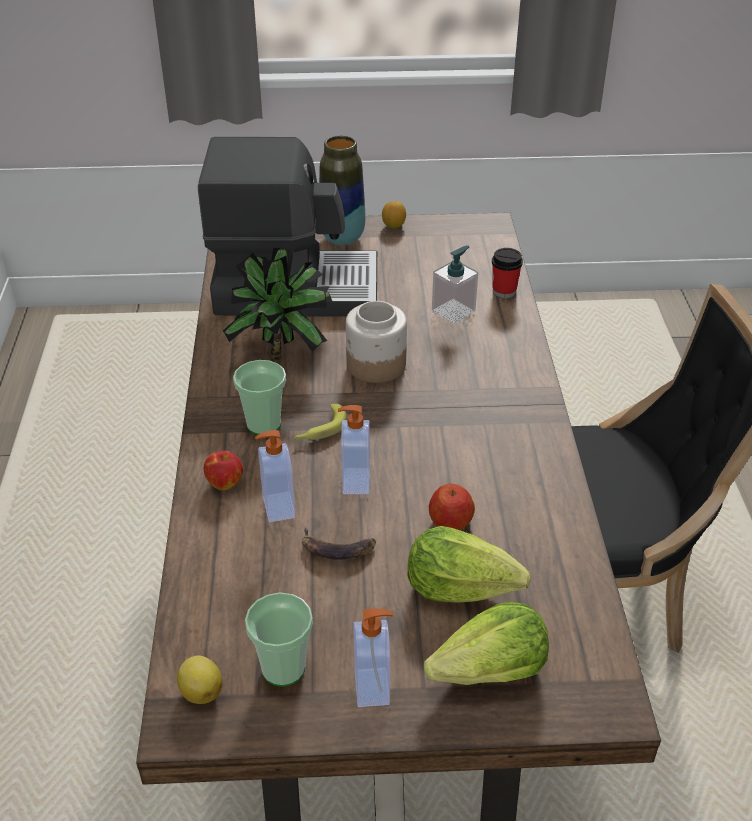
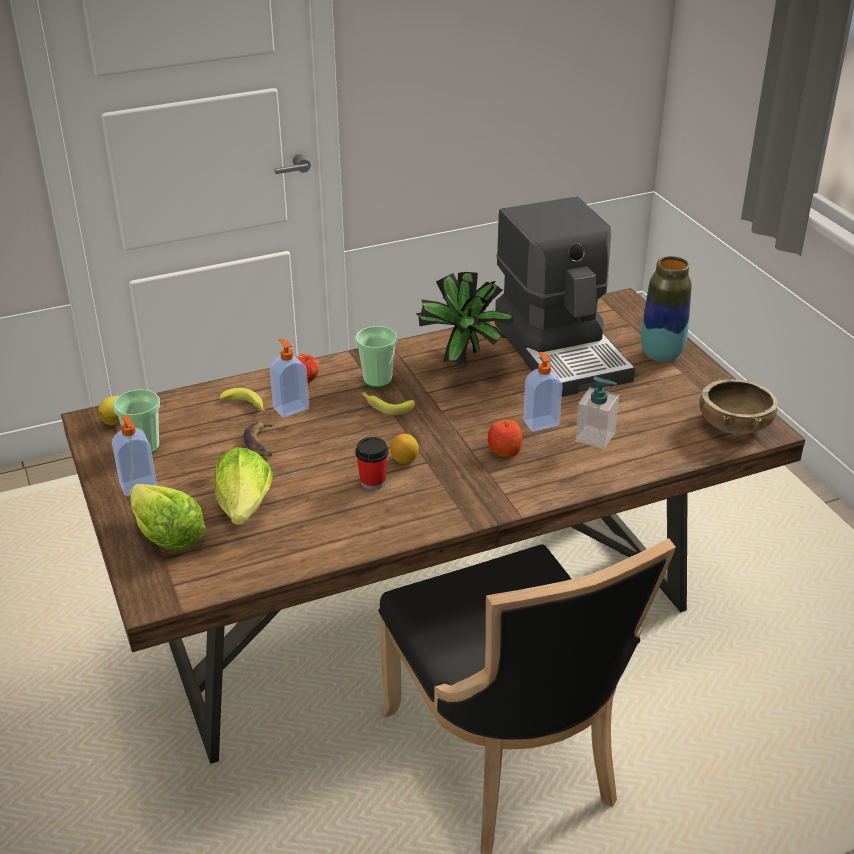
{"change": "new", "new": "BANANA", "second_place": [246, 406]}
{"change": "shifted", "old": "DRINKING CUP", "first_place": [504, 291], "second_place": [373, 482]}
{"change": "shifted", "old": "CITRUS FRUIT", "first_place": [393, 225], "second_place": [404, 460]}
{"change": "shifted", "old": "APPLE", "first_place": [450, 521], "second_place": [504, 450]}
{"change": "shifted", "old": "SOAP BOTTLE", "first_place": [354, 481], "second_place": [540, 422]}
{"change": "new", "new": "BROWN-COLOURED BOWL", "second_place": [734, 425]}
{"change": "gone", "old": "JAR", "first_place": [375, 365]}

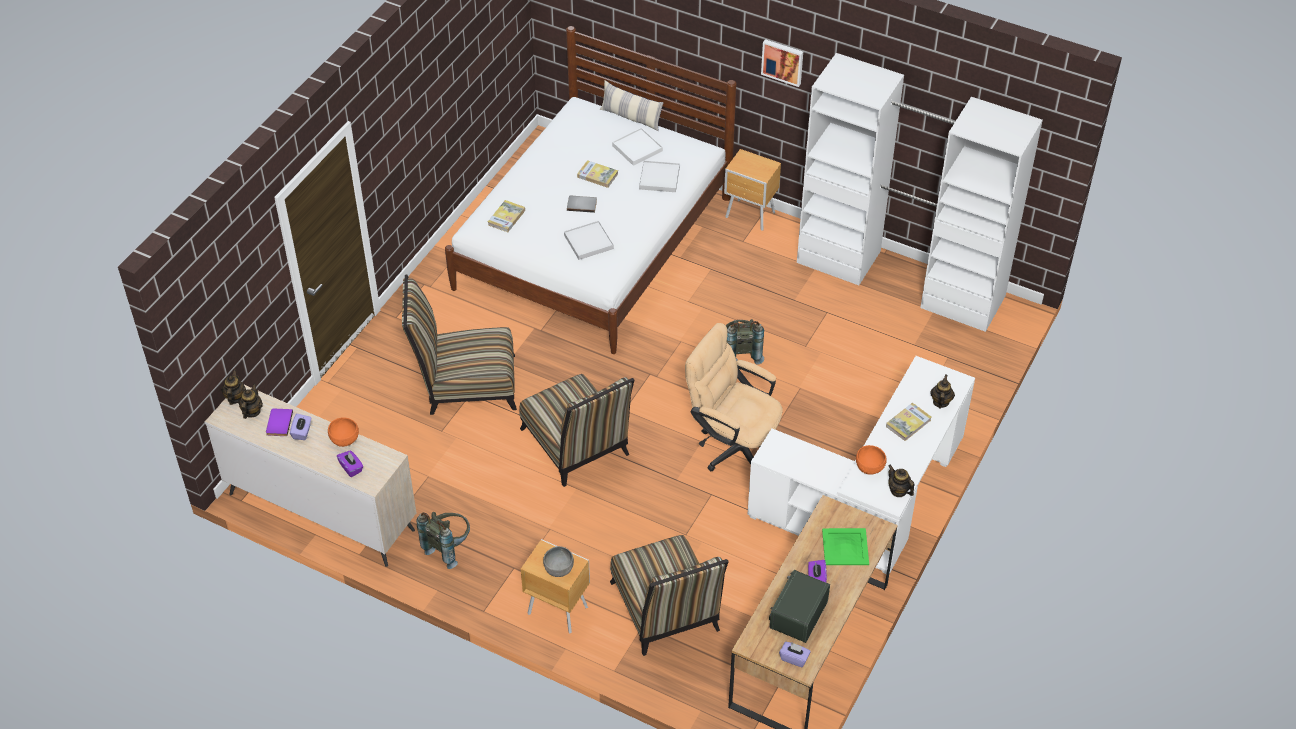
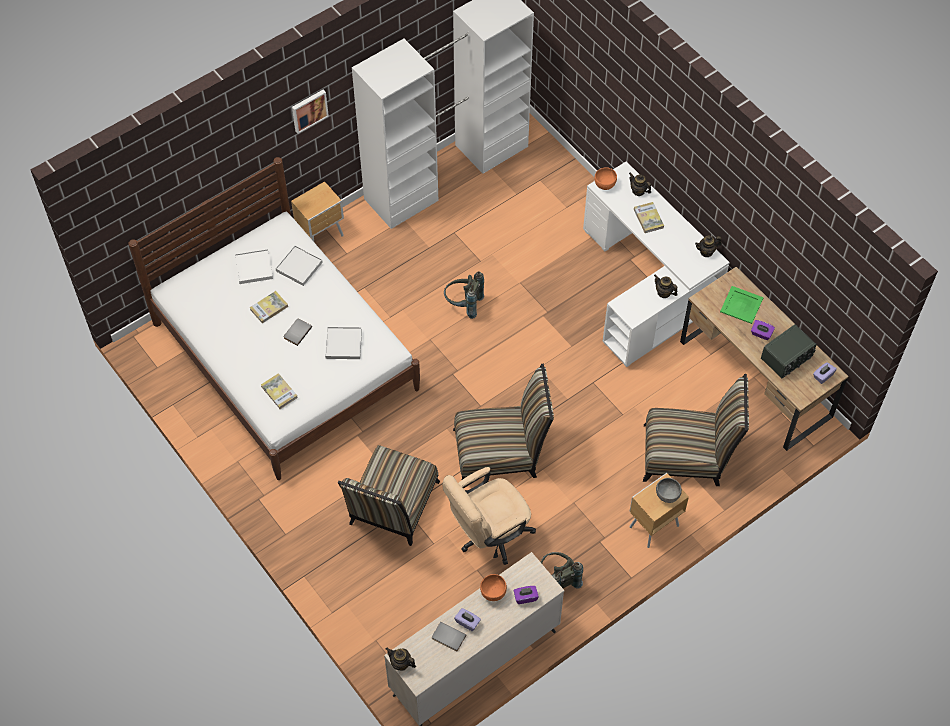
{"change": "repainted", "old": "PURPLISH BOOK", "new": "GREY BOOK", "first_place": [278, 423], "second_place": [448, 638]}
{"change": "shifted", "old": "BEIGE-COLOURED OFFICE CHAIR", "first_place": [733, 445], "second_place": [488, 535]}
{"change": "shifted", "old": "ORANGE-COLOURED BOWL", "first_place": [869, 468], "second_place": [604, 185]}
{"change": "shifted", "old": "POT FOR TEA", "first_place": [252, 411], "second_place": [664, 293]}
{"change": "rotated", "old": "RADIO RECEIVER", "first_place": [797, 614], "second_place": [787, 358], "degrees": -90}
{"change": "gone", "old": "THROW PILLOW", "first_place": [631, 117]}

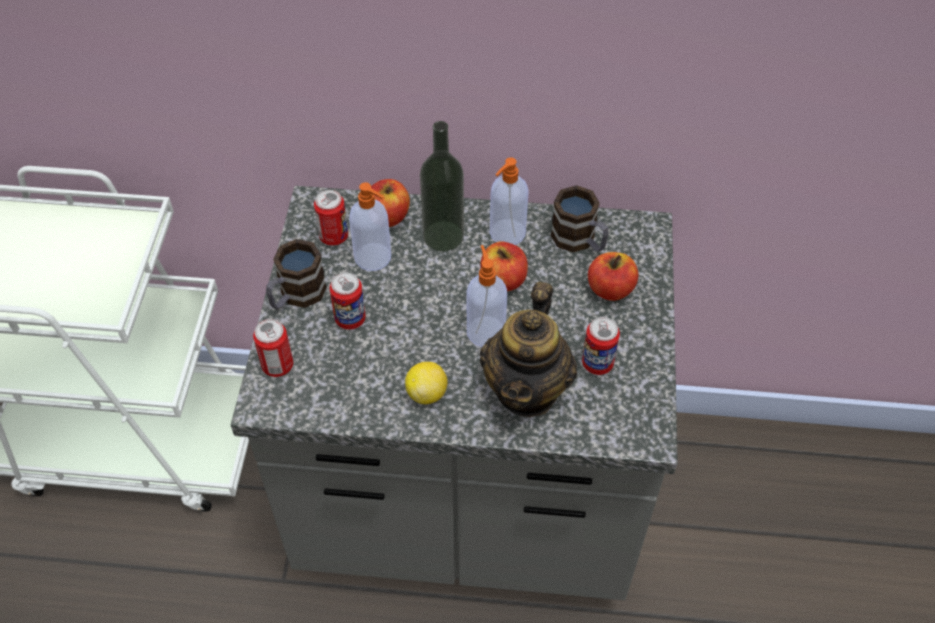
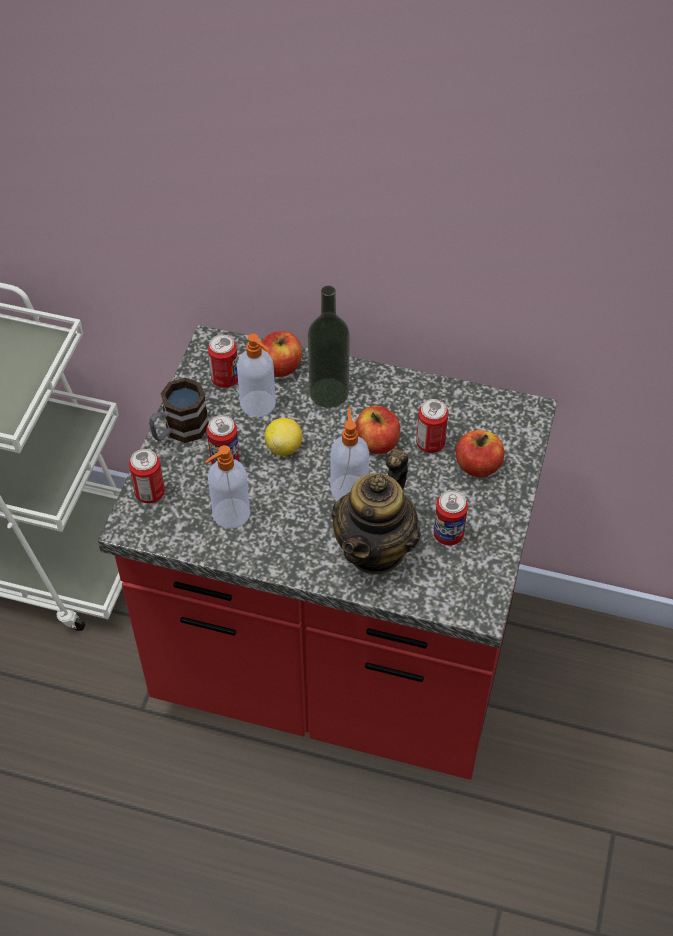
{"change": "repainted", "old": "GREY KITCHEN COUNTER", "new": "RED KITCHEN COUNTER", "first_place": [467, 504], "second_place": [336, 664]}
{"change": "shifted", "old": "SOAP BOTTLE", "first_place": [506, 233], "second_place": [230, 514]}
{"change": "shifted", "old": "CITRUS FRUIT", "first_place": [427, 393], "second_place": [284, 447]}
{"change": "new", "new": "METAL CAN", "second_place": [430, 443]}
{"change": "gone", "old": "COFFEE MUG", "first_place": [579, 241]}

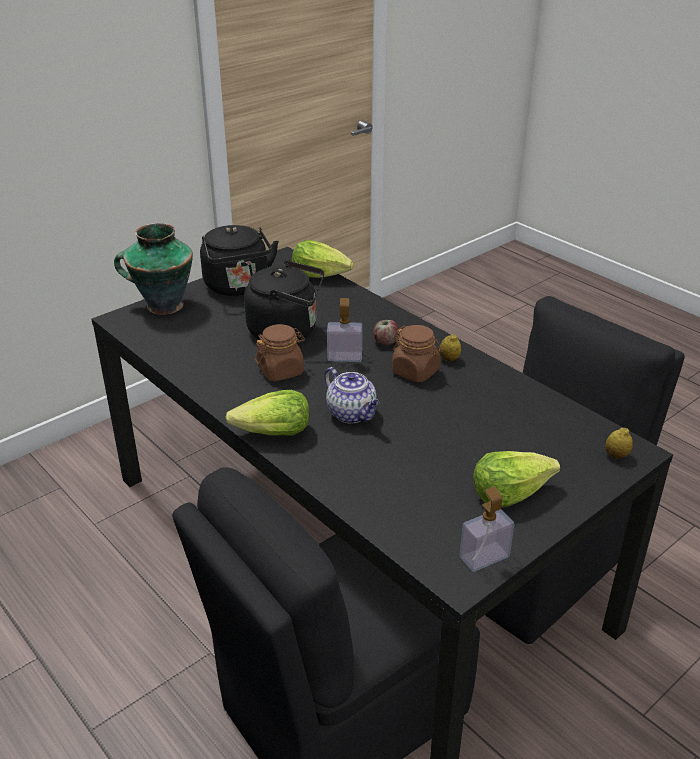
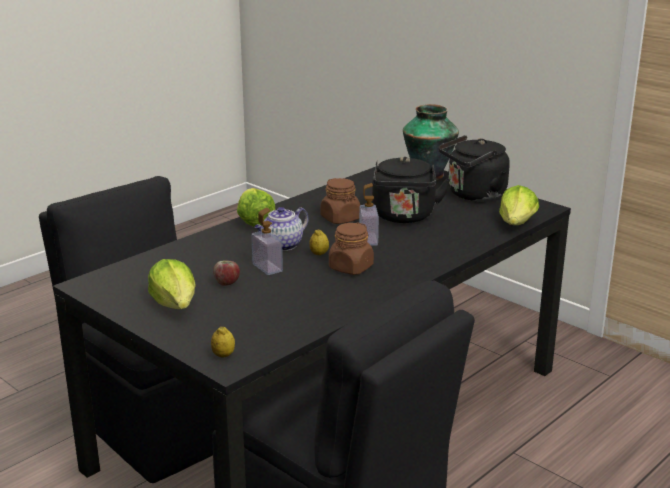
{"change": "shifted", "old": "APPLE", "first_place": [385, 342], "second_place": [227, 283]}
{"change": "shifted", "old": "SOAP BOTTLE", "first_place": [484, 557], "second_place": [267, 267]}
{"change": "shifted", "old": "CITRUS FRUIT", "first_place": [449, 359], "second_place": [319, 254]}

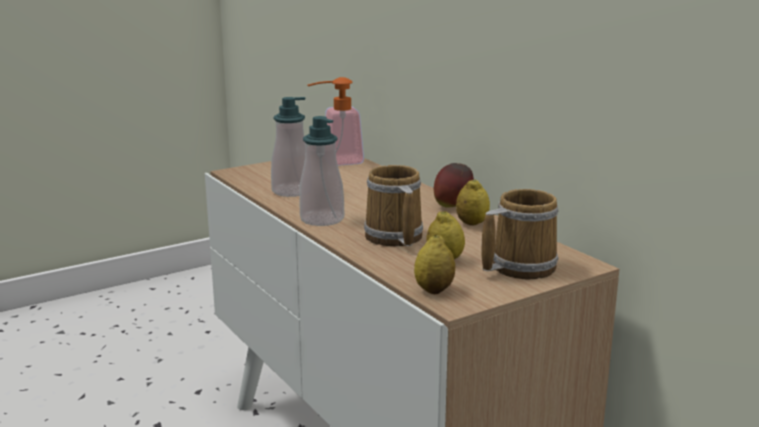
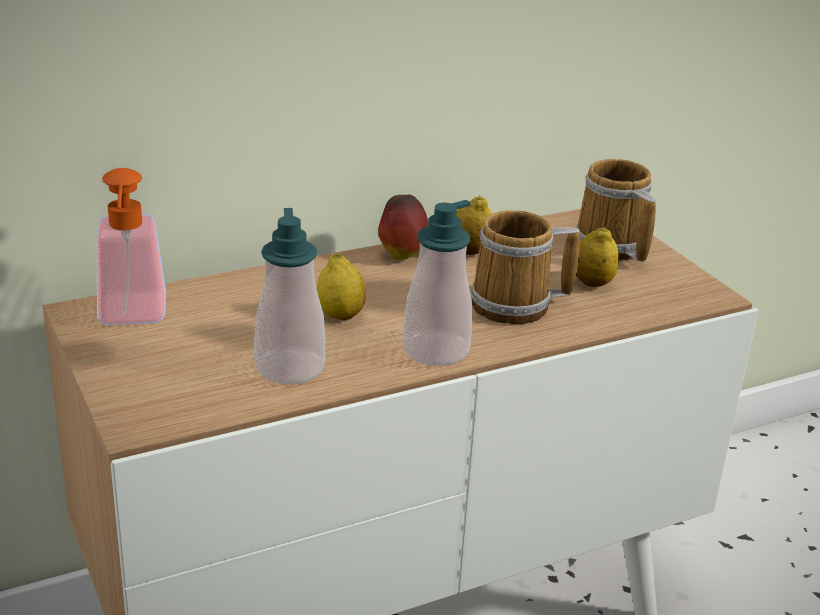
{"change": "shifted", "old": "CITRUS FRUIT", "first_place": [434, 290], "second_place": [340, 316]}

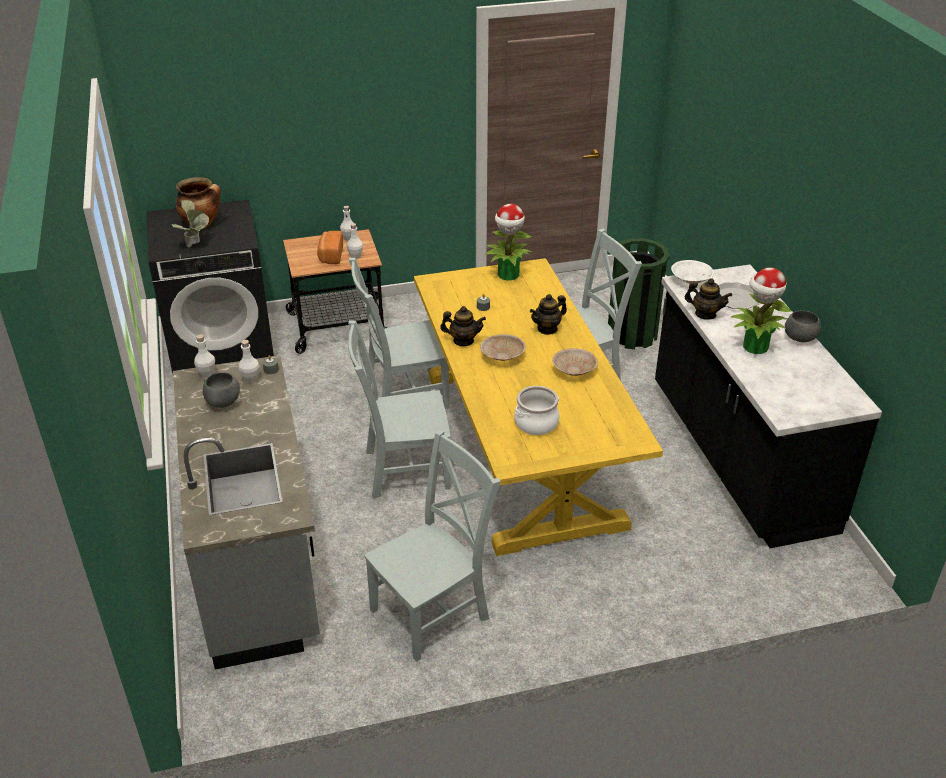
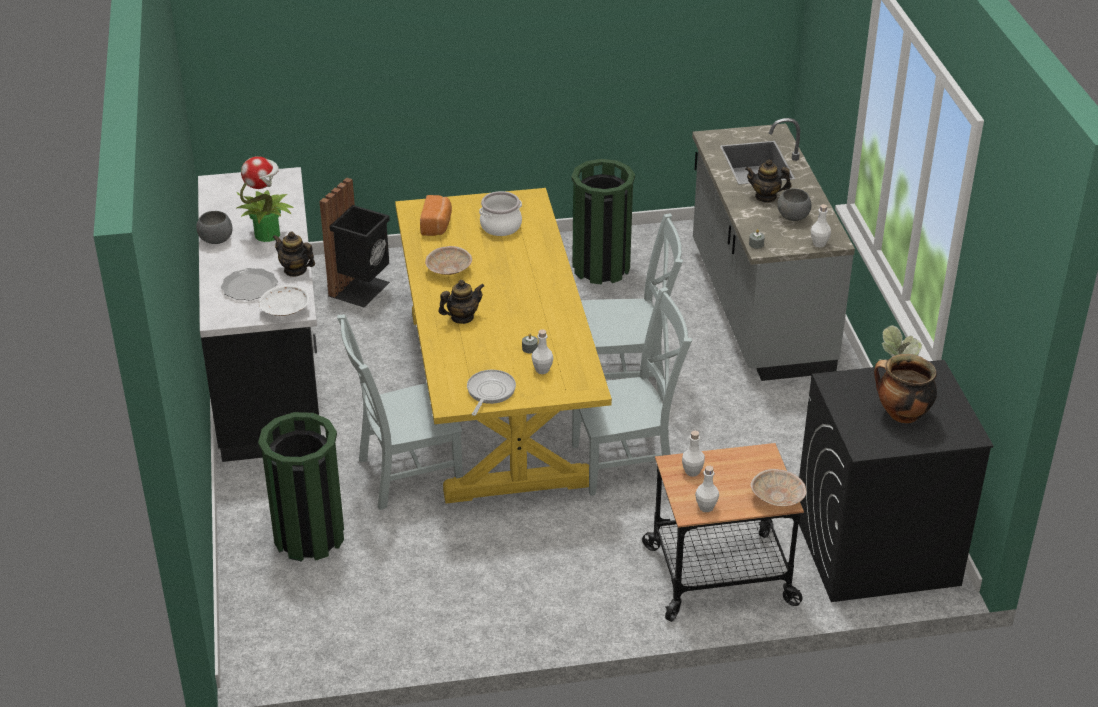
{"change": "new", "new": "BLACK-COLOURED WASTE BIN", "second_place": [362, 289]}
{"change": "shifted", "old": "BAKERY BREAD", "first_place": [330, 256], "second_place": [437, 225]}
{"change": "swapped", "old": "POTTED PLANT", "new": "SKILLET", "first_place": [508, 275], "second_place": [489, 392]}
{"change": "shifted", "old": "WHITISH BOTTLE", "first_place": [250, 379], "second_place": [542, 370]}
{"change": "swapped", "old": "GREY CHAIR", "new": "GREENISH WASTE BIN", "first_place": [434, 611], "second_place": [601, 267]}
{"change": "shifted", "old": "POT FOR TEA", "first_place": [463, 341], "second_place": [766, 197]}
{"change": "shifted", "old": "BEIGE-COLOURED BOWL", "first_place": [502, 356], "second_place": [778, 499]}

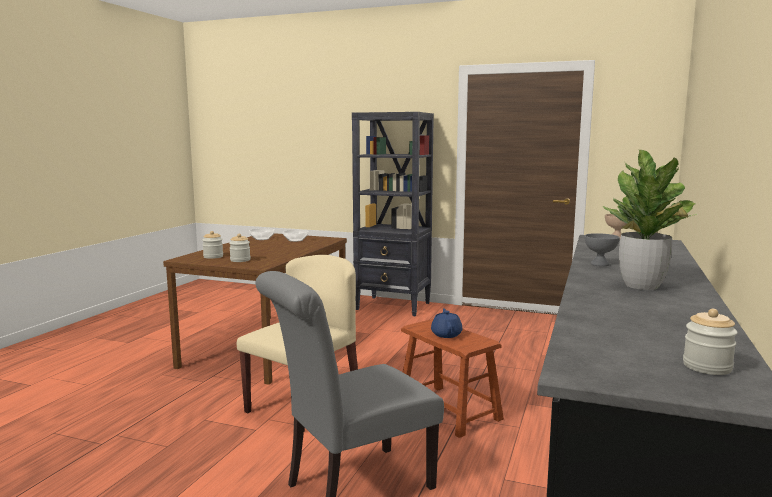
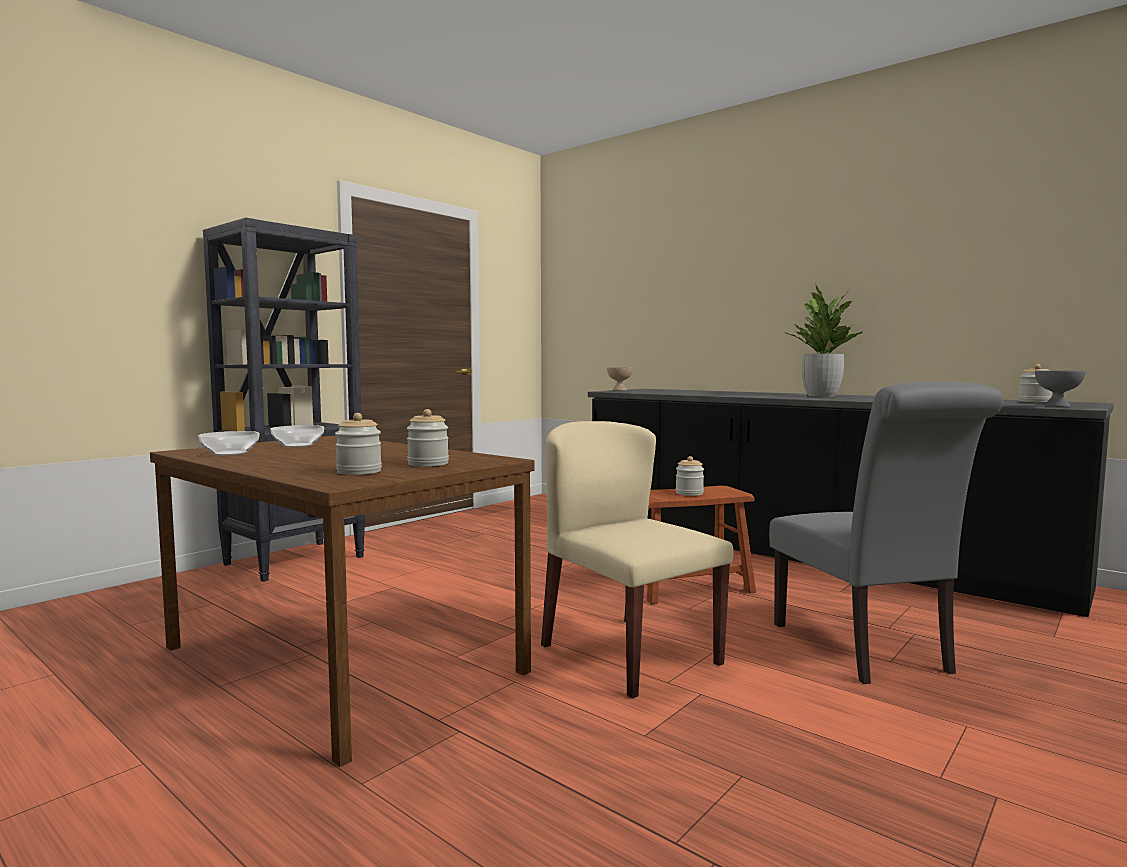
{"change": "swapped", "old": "BLUE POT FOR TEA", "new": "JAR", "first_place": [446, 334], "second_place": [689, 493]}
{"change": "shifted", "old": "GREY BOWL", "first_place": [600, 264], "second_place": [1057, 406]}

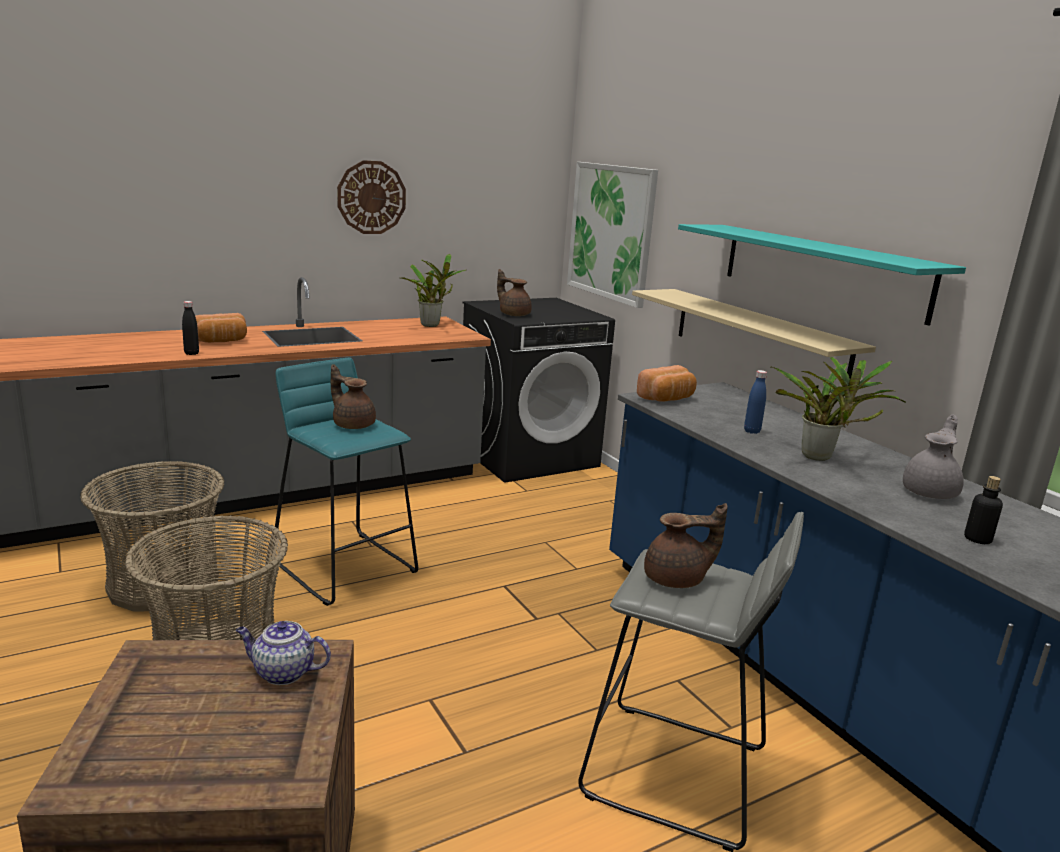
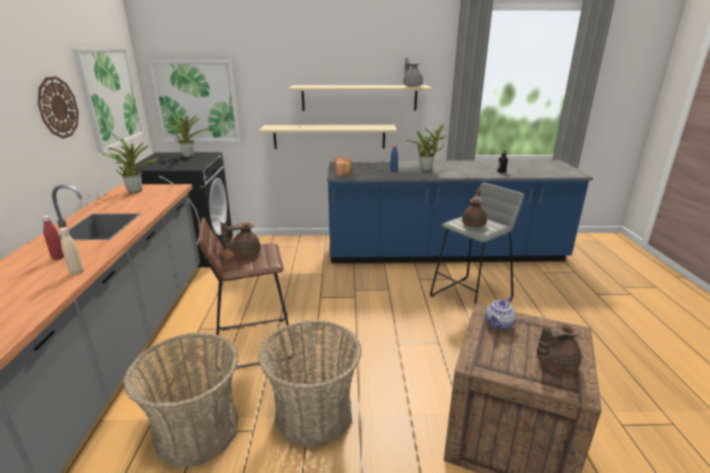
{"change": "swapped", "old": "BAKERY BREAD", "new": "RED BOTTLE", "first_place": [221, 341], "second_place": [58, 257]}
{"change": "repainted", "old": "BLACK-COLOURED BOTTLE", "new": "BEIGE-COLOURED BOTTLE", "first_place": [191, 353], "second_place": [76, 272]}
{"change": "new", "new": "WALL ART", "second_place": [110, 97]}
{"change": "new", "new": "POTTED PLANT", "second_place": [188, 156]}
{"change": "repainted", "old": "BLUE-GREEN STOOL", "new": "BROWN-COLOURED STOOL", "first_place": [345, 566], "second_place": [253, 343]}
{"change": "repainted", "old": "BLUE-GREEN BRACKET SHELF", "new": "BEIGE-COLOURED BRACKET SHELF", "first_place": [821, 270], "second_place": [359, 98]}
{"change": "shifted", "old": "GREY POT FOR TEA", "first_place": [931, 492], "second_place": [412, 86]}
{"change": "shifted", "old": "BROWN-COLOURED POT FOR TEA", "first_place": [514, 314], "second_place": [554, 364]}

